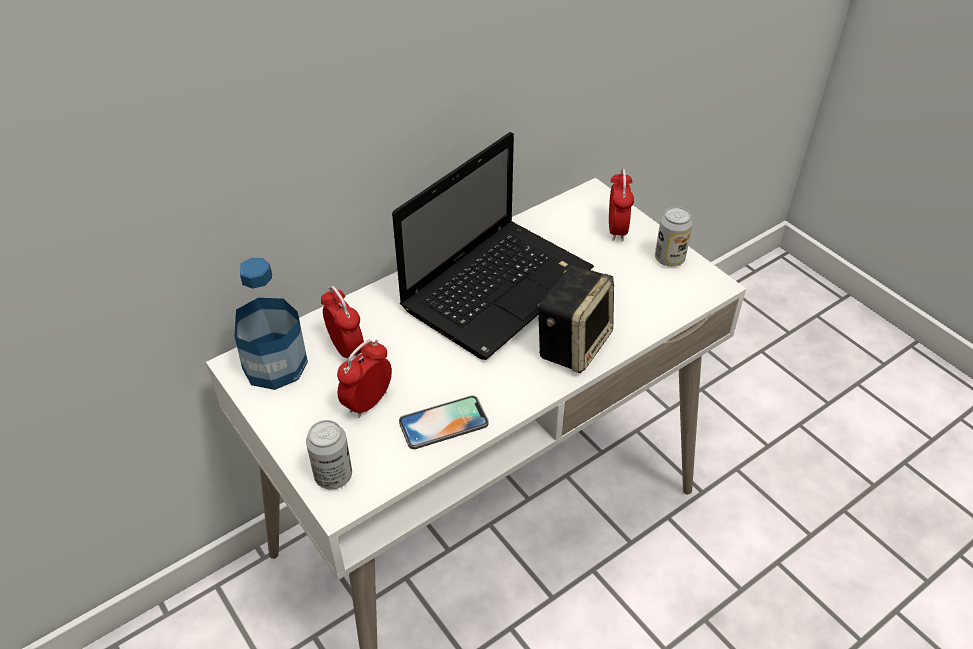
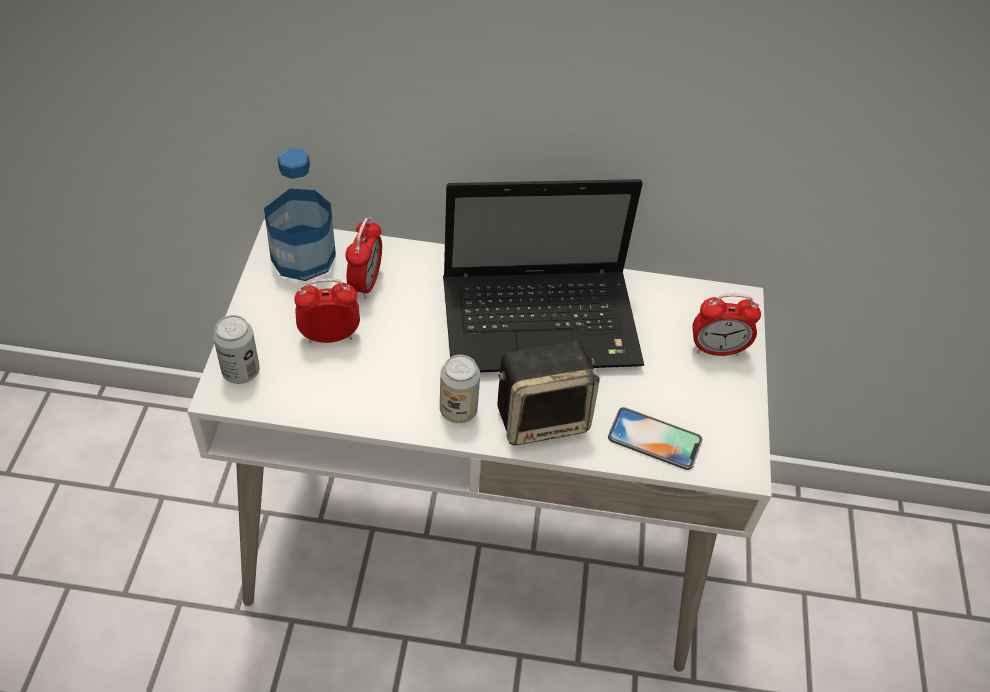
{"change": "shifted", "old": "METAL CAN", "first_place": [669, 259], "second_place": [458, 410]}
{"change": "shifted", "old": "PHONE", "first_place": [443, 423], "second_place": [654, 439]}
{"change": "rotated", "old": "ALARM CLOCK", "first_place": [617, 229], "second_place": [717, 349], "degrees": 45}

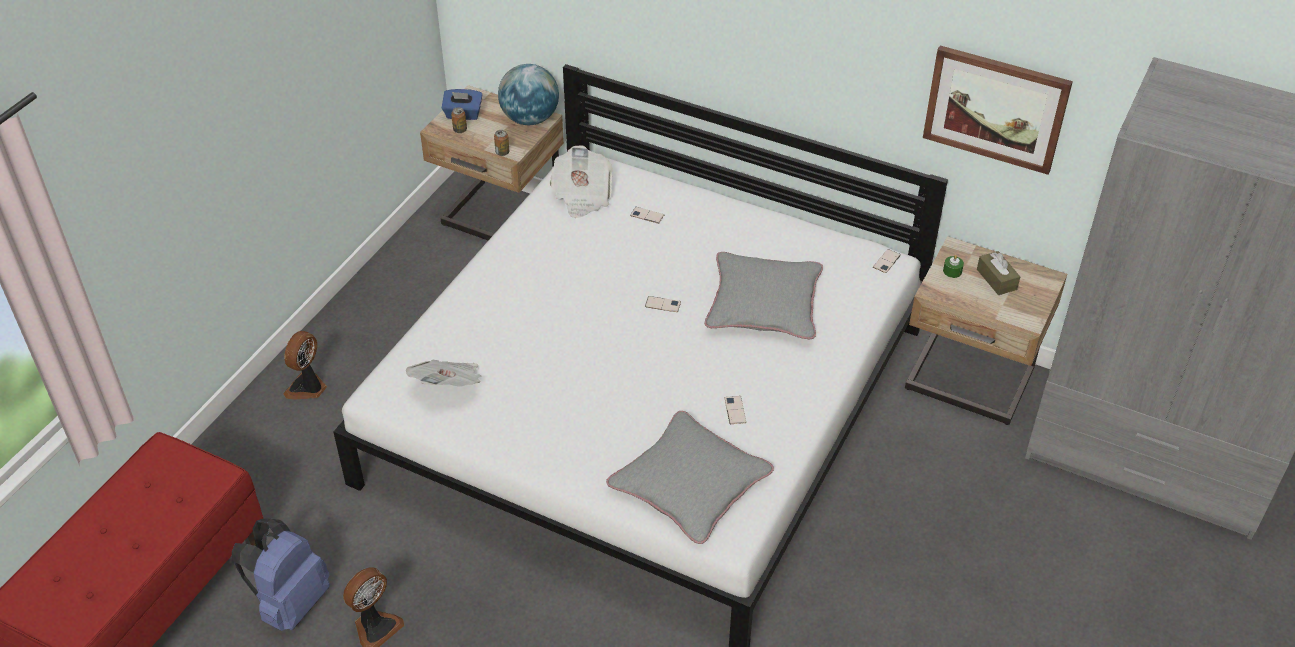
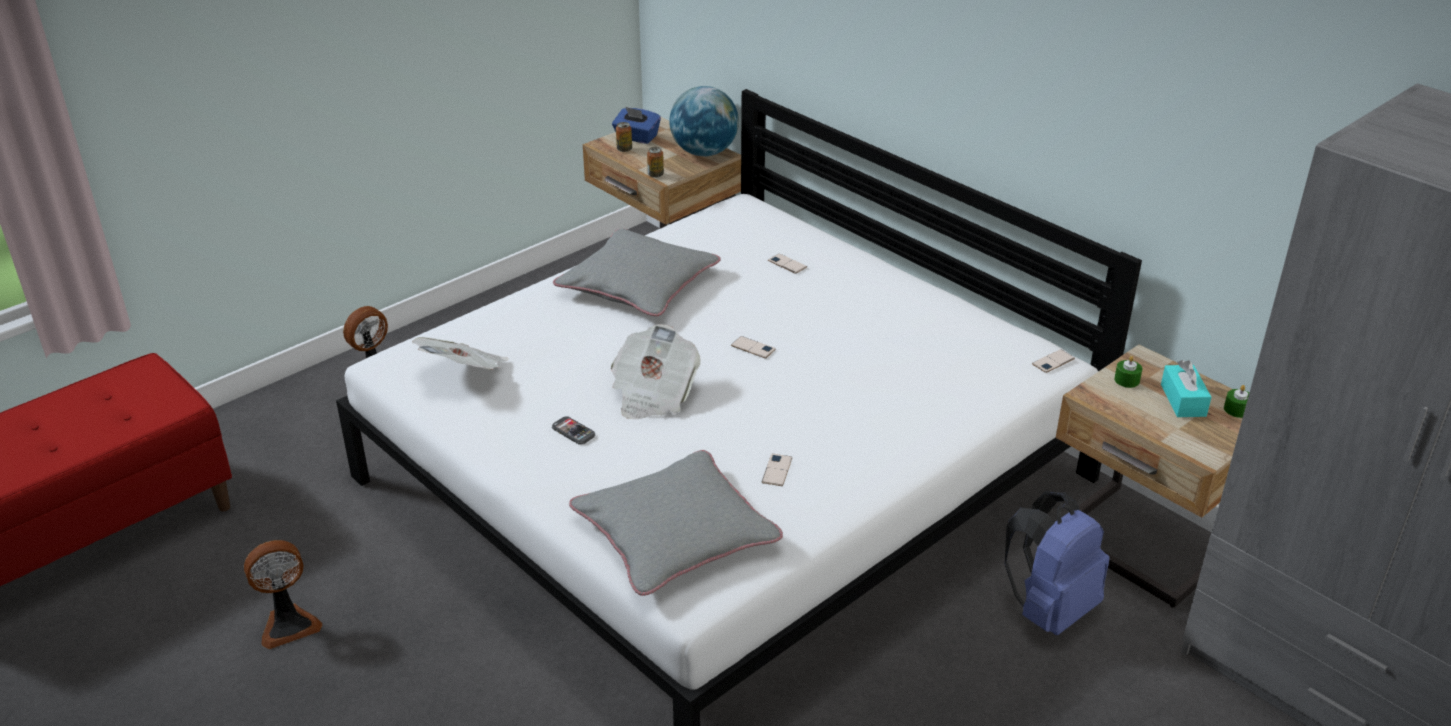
{"change": "new", "new": "PHONE", "second_place": [573, 432]}
{"change": "shifted", "old": "GREY THROW PILLOW", "first_place": [763, 304], "second_place": [638, 284]}
{"change": "shifted", "old": "NEWSPAPER", "first_place": [582, 196], "second_place": [653, 394]}
{"change": "shifted", "old": "BLUE RUCKSACK", "first_place": [290, 603], "second_place": [1049, 609]}
{"change": "repainted", "old": "BROWN-COLOURED TISSUE HOLDER", "new": "BLUE-GREEN TISSUE HOLDER", "first_place": [996, 279], "second_place": [1183, 400]}
{"change": "new", "new": "GREENISH WAX LIGHT", "second_place": [1236, 410]}
{"change": "gone", "old": "WALL ART", "first_place": [995, 108]}

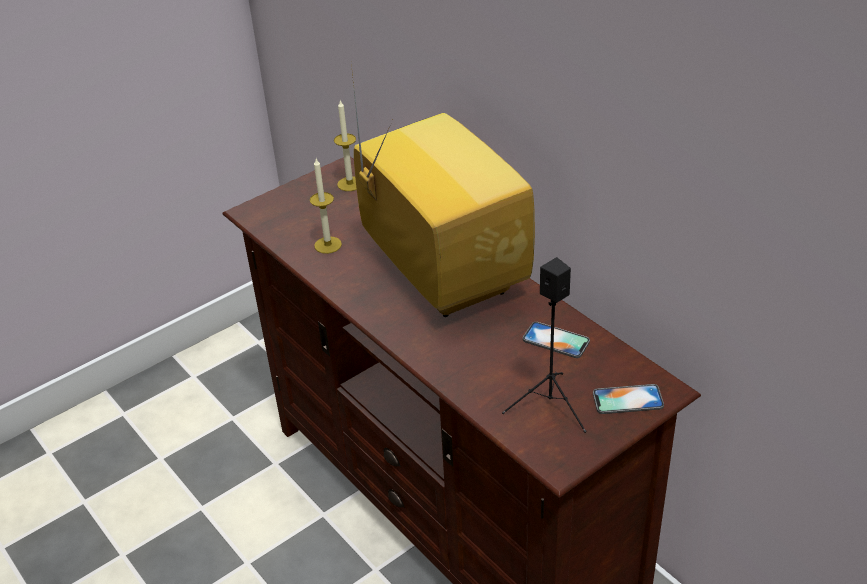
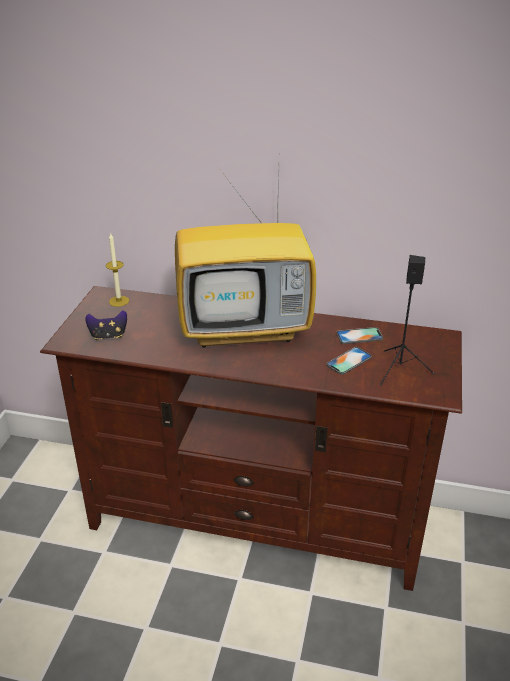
{"change": "new", "new": "JOYPAD", "second_place": [108, 336]}
{"change": "rotated", "old": "TELEVISION", "first_place": [440, 273], "second_place": [246, 328], "degrees": 150}
{"change": "shifted", "old": "PHONE", "first_place": [627, 400], "second_place": [349, 361]}
{"change": "gone", "old": "WAX LIGHT", "first_place": [328, 245]}

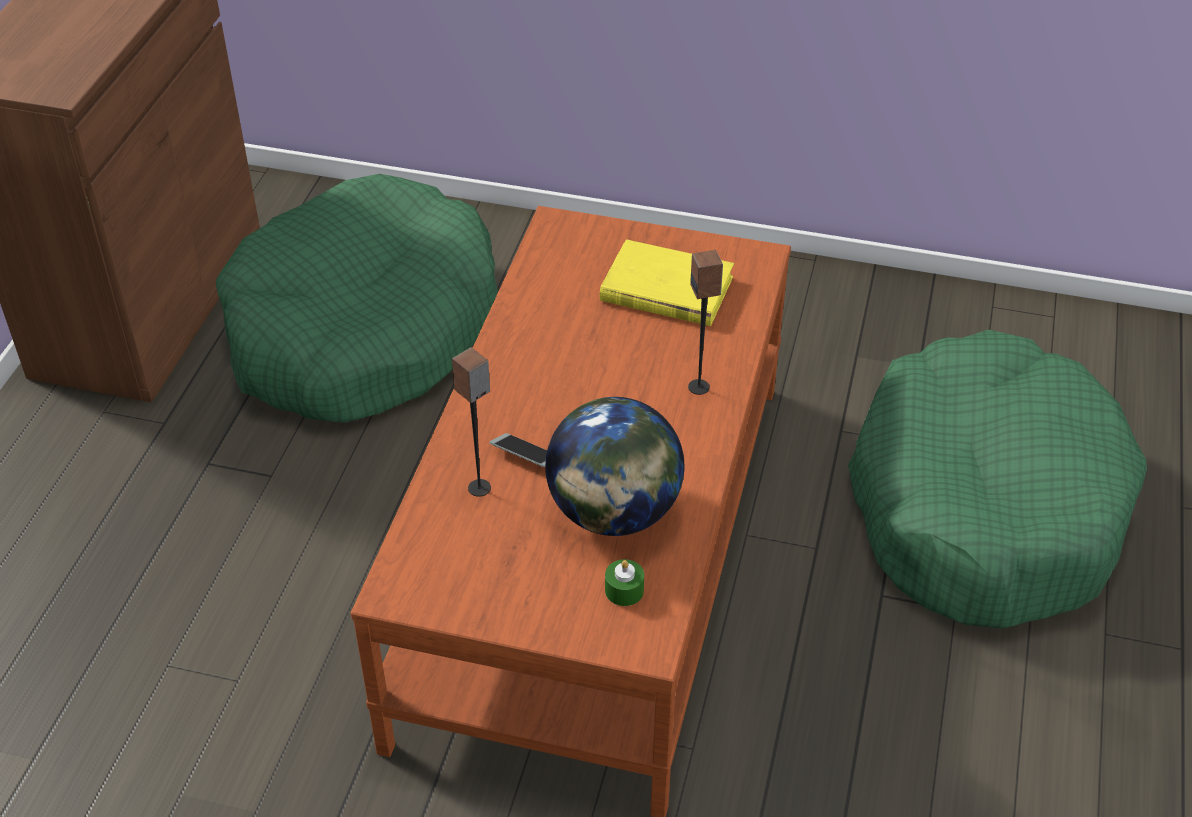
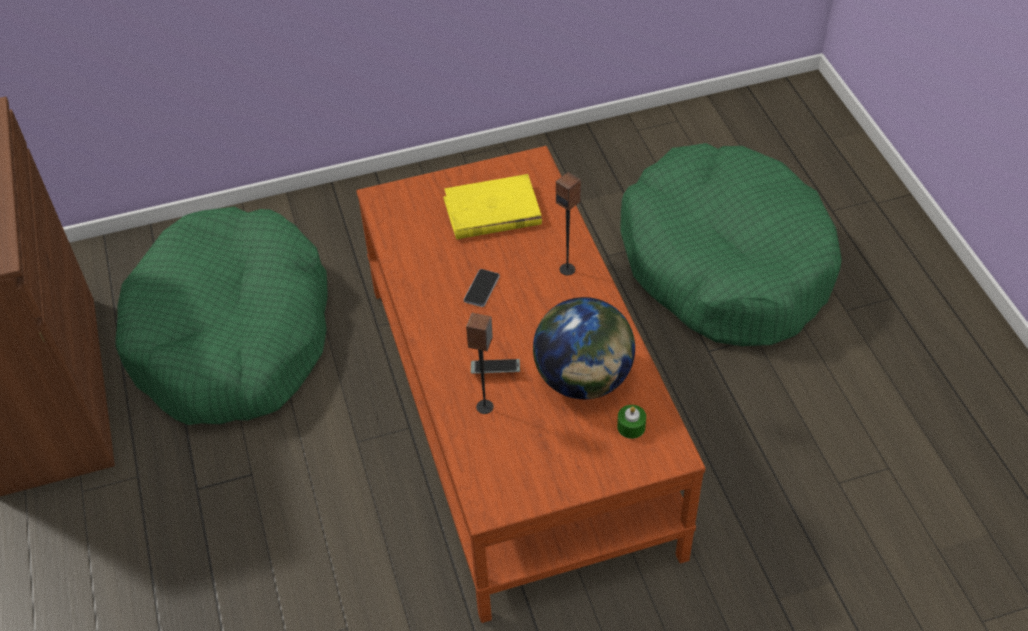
{"change": "new", "new": "PHONE", "second_place": [481, 288]}

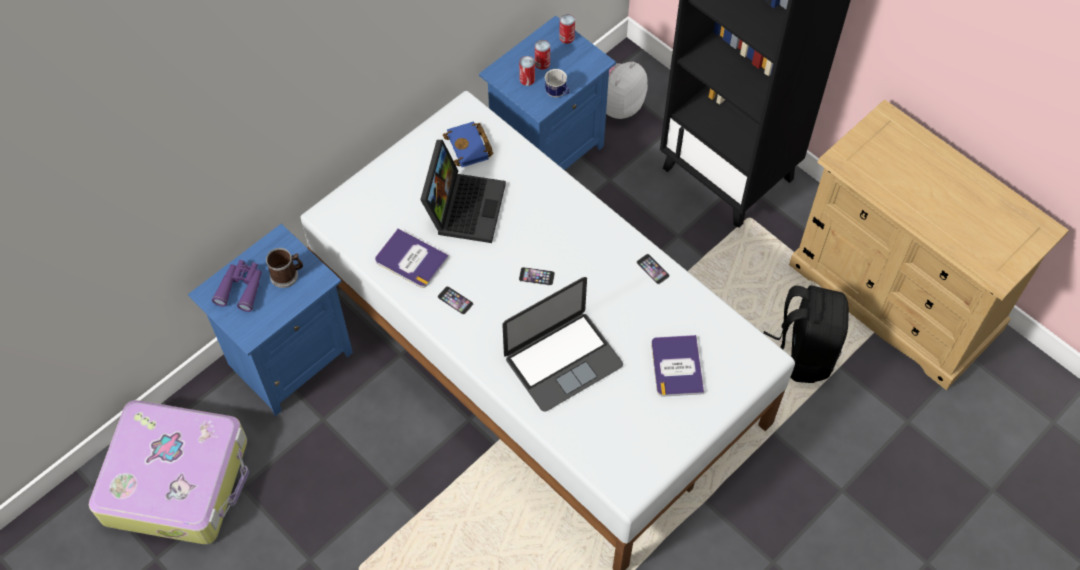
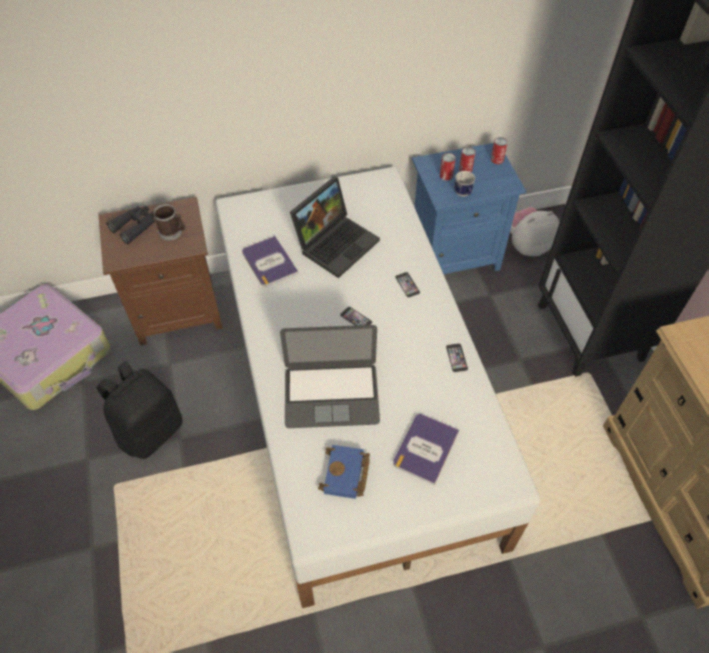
{"change": "shifted", "old": "BLACK-COLOURED RUCKSACK", "first_place": [802, 353], "second_place": [150, 430]}
{"change": "repainted", "old": "BLUE NIGHT TABLE", "new": "BROWN-COLOURED NIGHT TABLE", "first_place": [288, 358], "second_place": [178, 311]}
{"change": "repainted", "old": "PURPLISH BINOCULARS", "new": "BLACK-COLOURED BINOCULARS", "first_place": [241, 288], "second_place": [135, 226]}
{"change": "shifted", "old": "BLUE BOOK", "first_place": [470, 147], "second_place": [346, 475]}
{"change": "shifted", "old": "PHONE", "first_place": [455, 300], "second_place": [407, 284]}

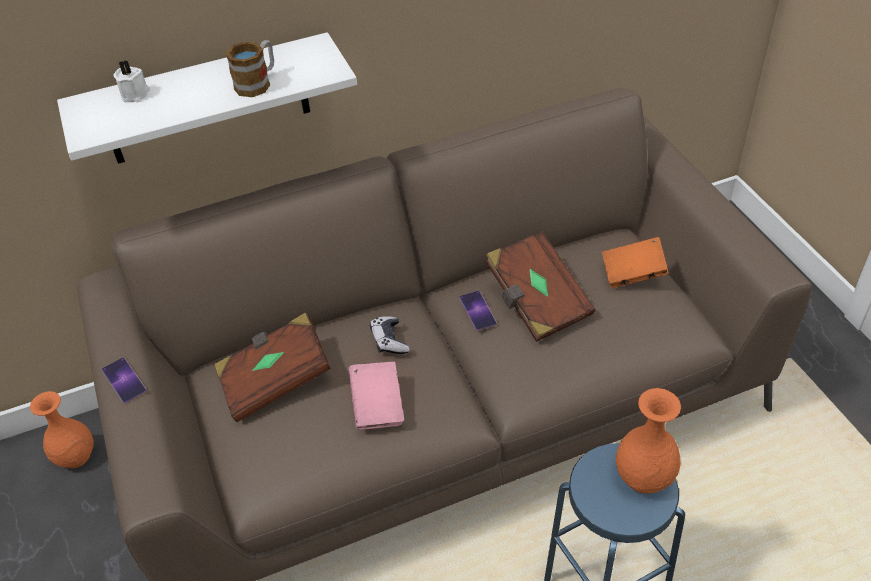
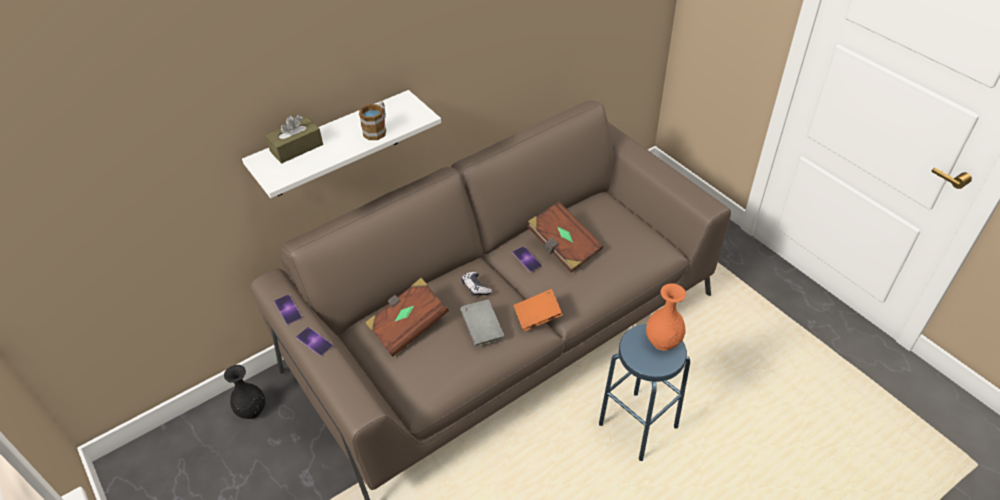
{"change": "repainted", "old": "ORANGE-COLOURED VASE", "new": "BLACK-COLOURED VASE", "first_place": [75, 456], "second_place": [251, 410]}
{"change": "swapped", "old": "WHITISH WAX LIGHT", "new": "BROWN-COLOURED TISSUE HOLDER", "first_place": [136, 94], "second_place": [296, 148]}
{"change": "new", "new": "PHONE", "second_place": [288, 309]}
{"change": "repainted", "old": "PINK-COLOURED BOOK", "new": "GREY BOOK", "first_place": [377, 406], "second_place": [482, 330]}
{"change": "shifted", "old": "ORANGE-COLOURED BOOK", "first_place": [633, 274], "second_place": [537, 317]}

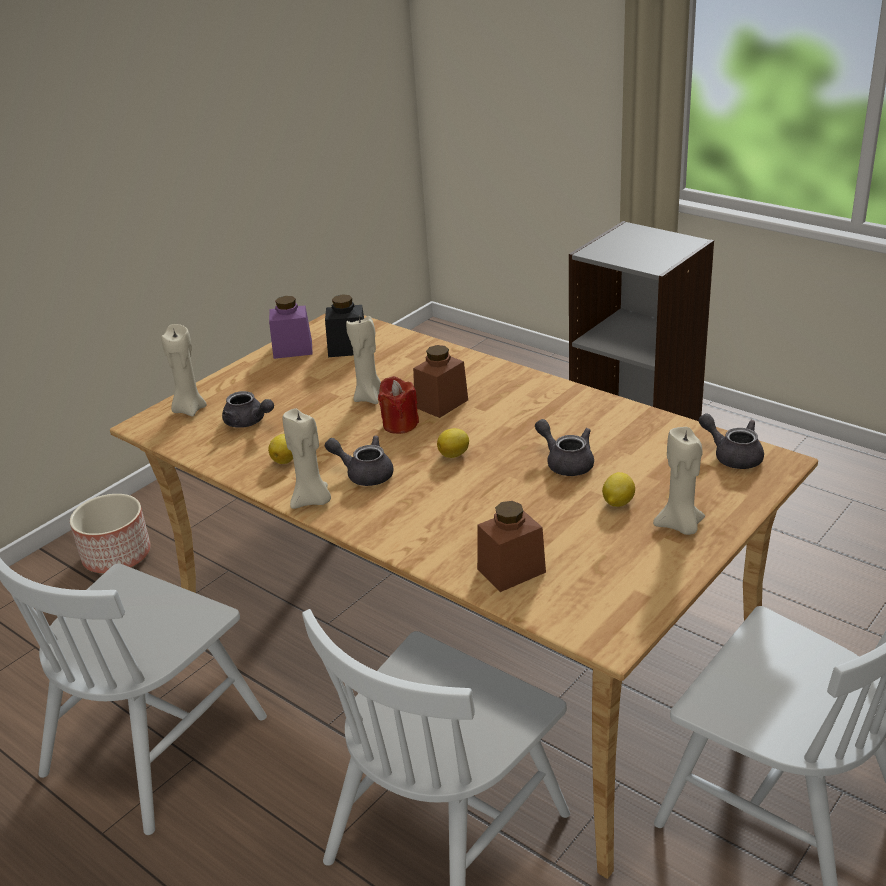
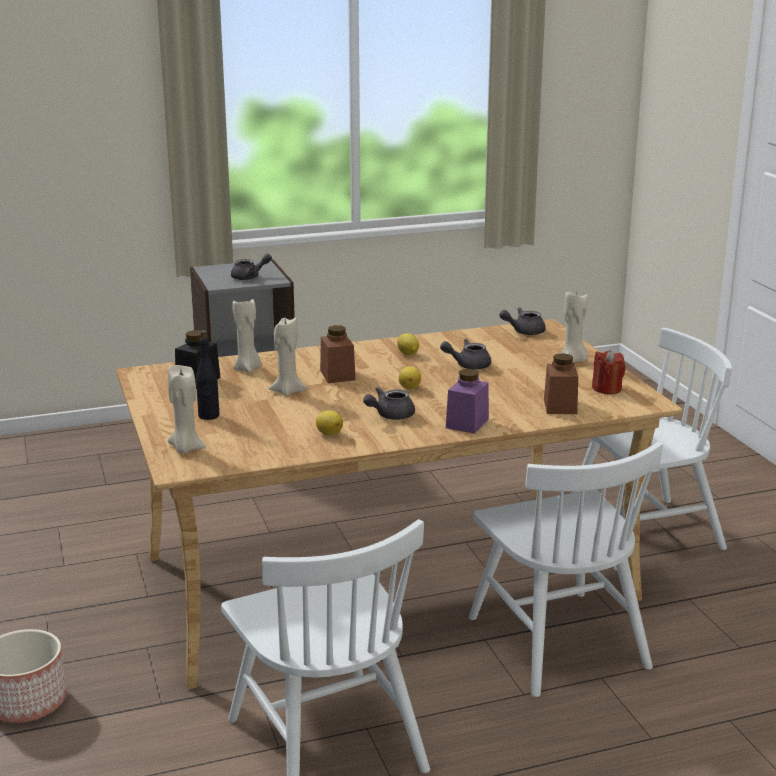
{"change": "new", "new": "BLACK-COLOURED BOTTLE", "second_place": [209, 416]}
{"change": "shifted", "old": "GREY POT FOR TEA", "first_place": [248, 422], "second_place": [250, 277]}
{"change": "shifted", "old": "BEIGE-COLOURED WAX LIGHT", "first_place": [312, 500], "second_place": [248, 369]}
{"change": "shifted", "old": "CITRUS FRUIT", "first_place": [617, 503], "second_place": [408, 354]}
{"change": "shifted", "old": "PURPLISH JAR", "first_place": [293, 349], "second_place": [467, 423]}
{"change": "shifted", "old": "RED WAX LIGHT", "first_place": [400, 424], "second_place": [607, 389]}

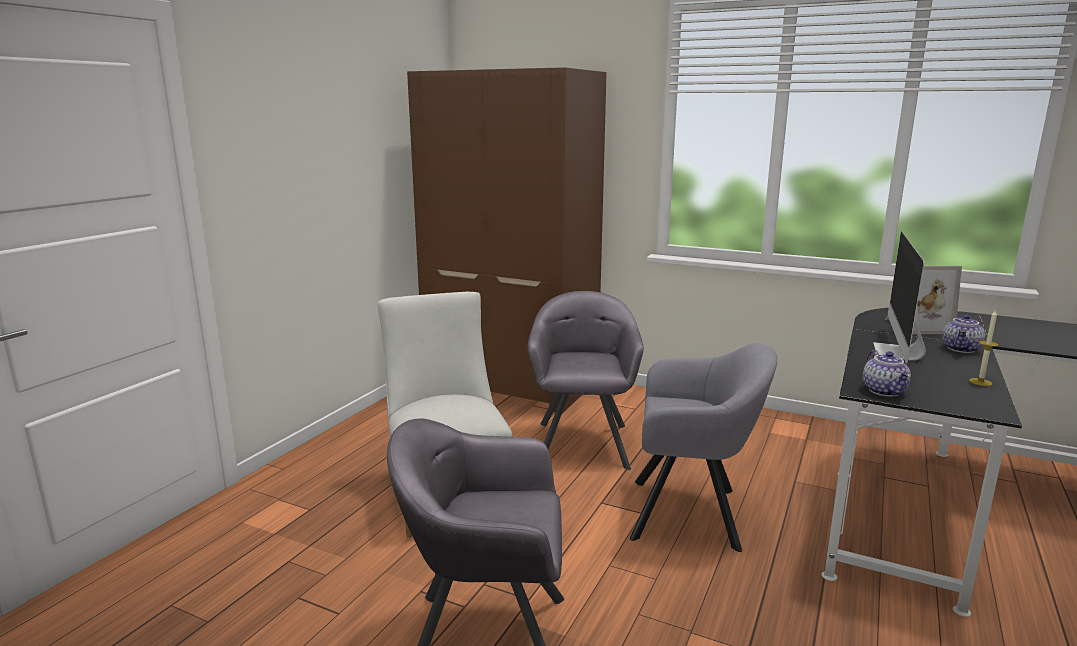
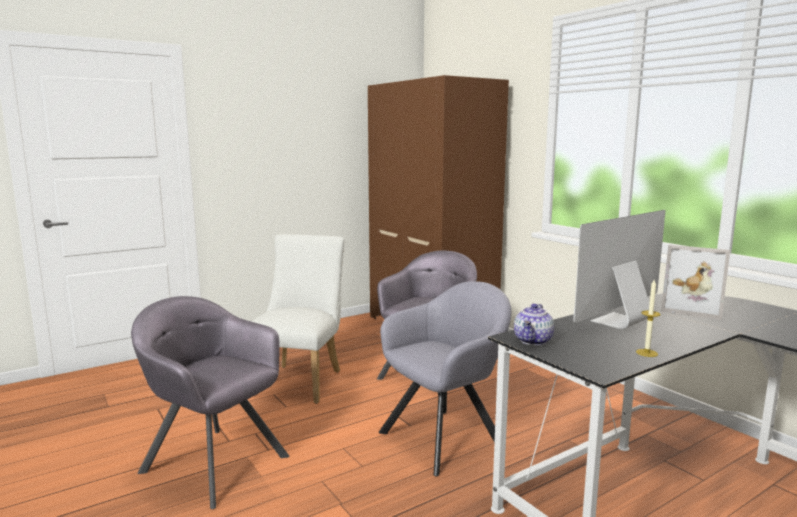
{"change": "rotated", "old": "GREY ARMCHAIR", "first_place": [693, 514], "second_place": [447, 437], "degrees": -75}
{"change": "gone", "old": "POT FOR TEA", "first_place": [962, 349]}

